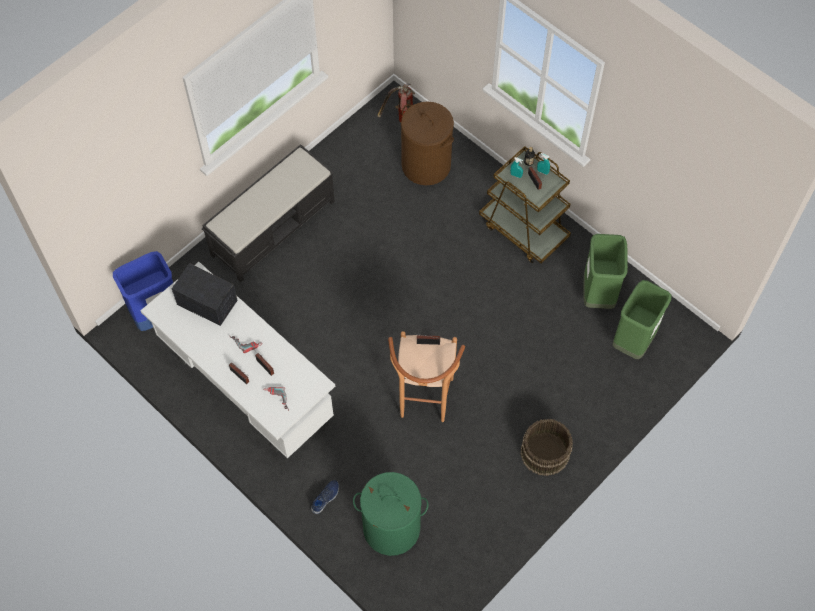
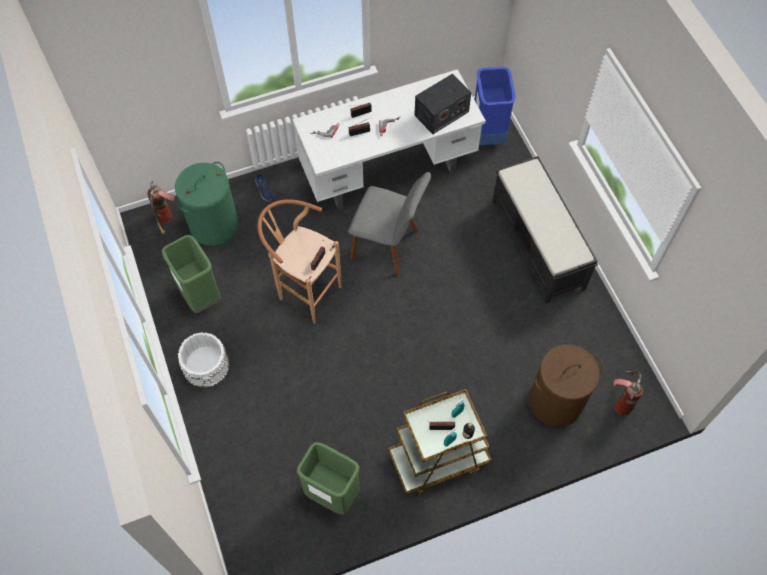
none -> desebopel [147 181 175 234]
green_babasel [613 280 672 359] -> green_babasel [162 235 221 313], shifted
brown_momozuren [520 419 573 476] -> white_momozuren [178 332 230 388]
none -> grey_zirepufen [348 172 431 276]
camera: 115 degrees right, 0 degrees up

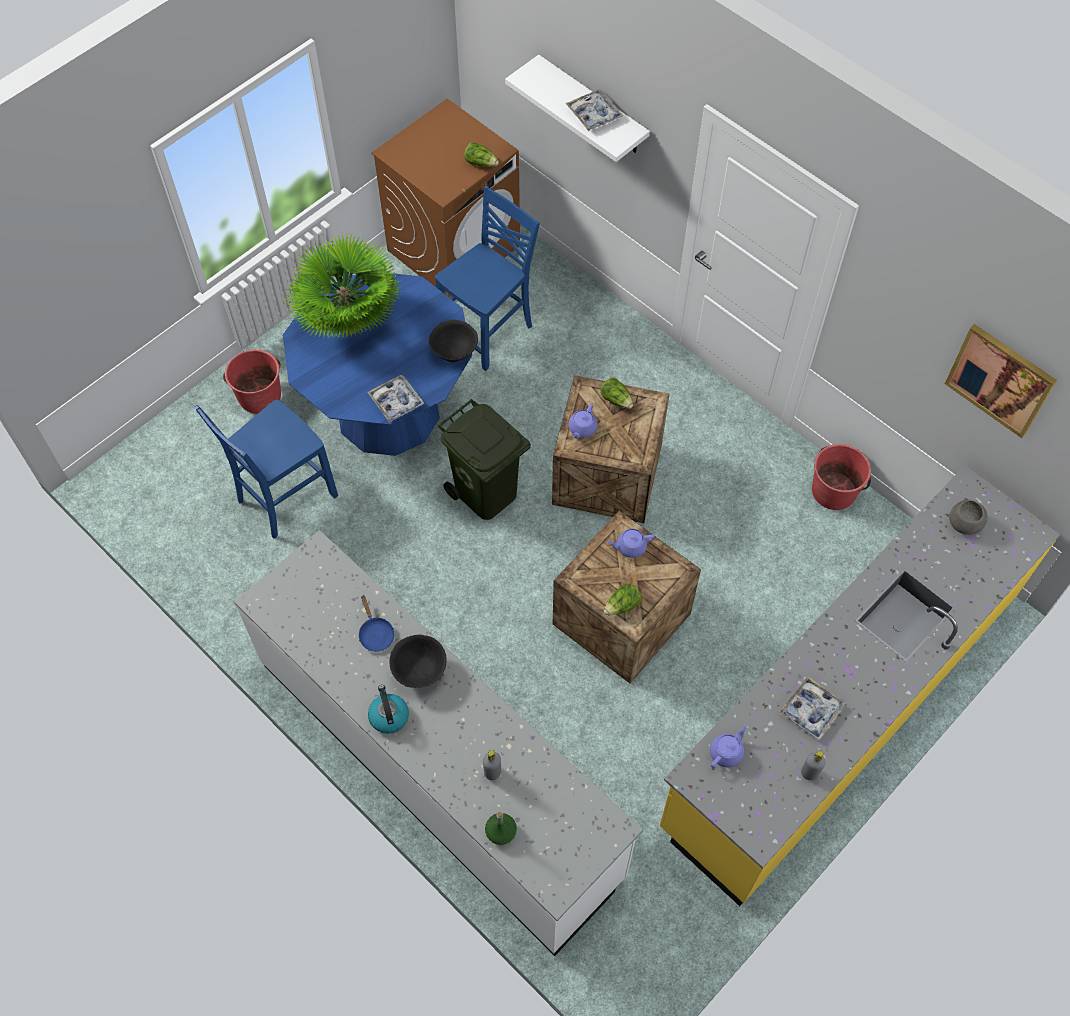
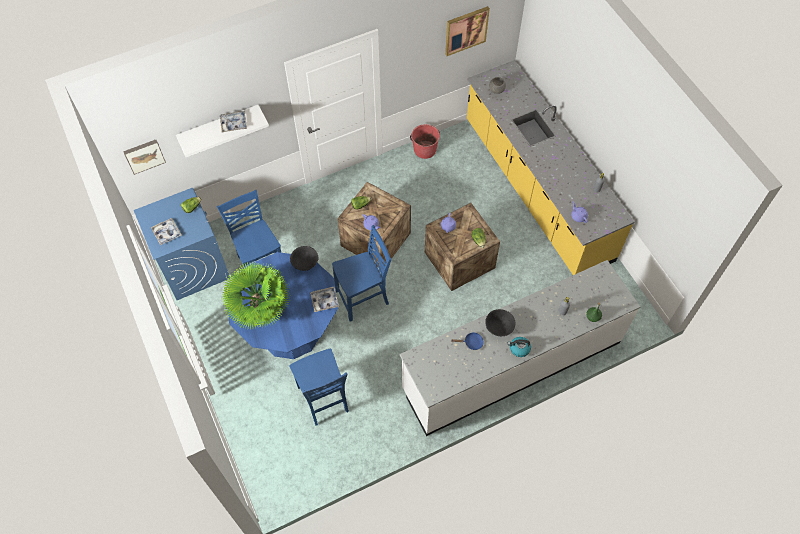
none -> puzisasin [123 140 166 175]
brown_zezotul [372 98 520 298] -> blue_zezotul [134 188 230 300]
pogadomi [780 676 845 741] -> pogadomi [151 218 182 246], shifted
green_babasel [438 399 531 520] -> blue_zirepufen [332 225 391 322]
red_momozuren [223 349 281 414] -> none
camera: 70 degrees left, 0 degrees up

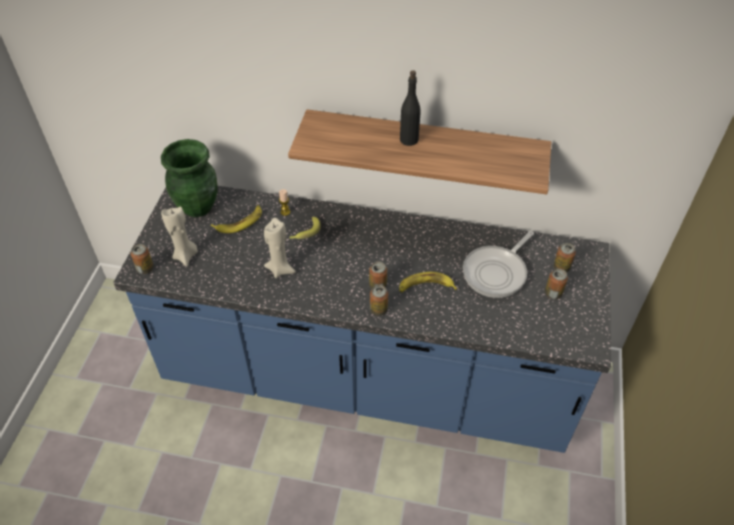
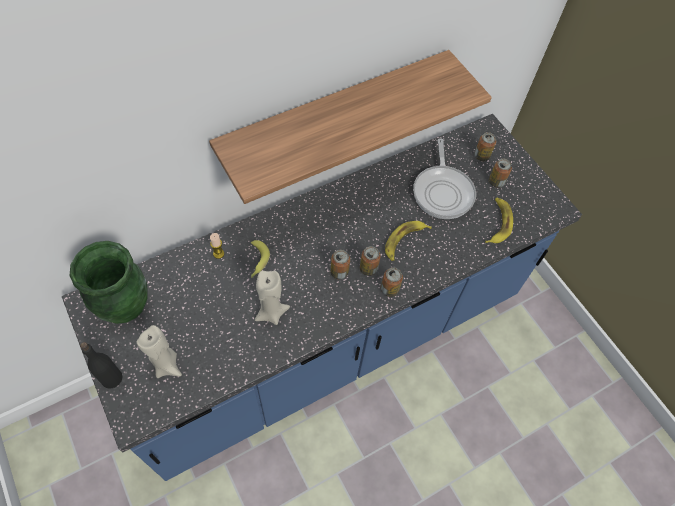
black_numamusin [400 70 421 146] -> black_numamusin [80 342 122 388], shifted
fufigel [131 244 154 274] -> fufigel [330 250 350 280], shifted
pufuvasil [211 205 262 233] -> pufuvasil [485 198 513 243], shifted
camera: 45 degrees left, 10 degrees up

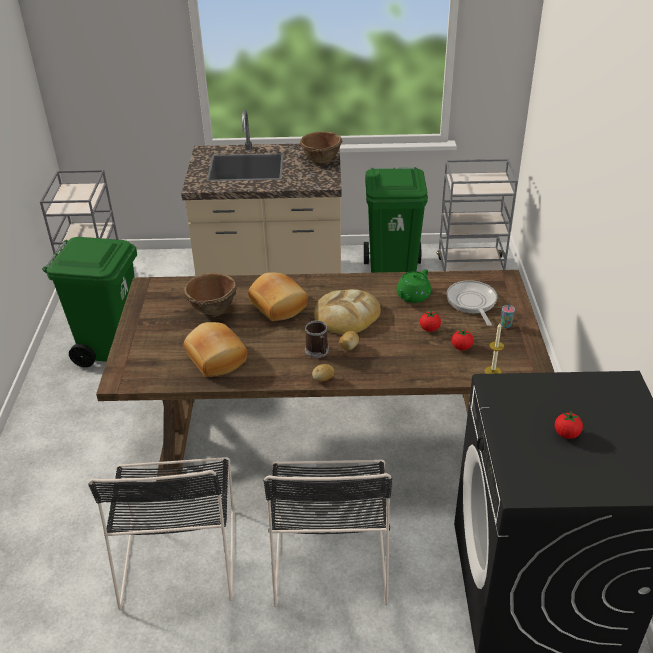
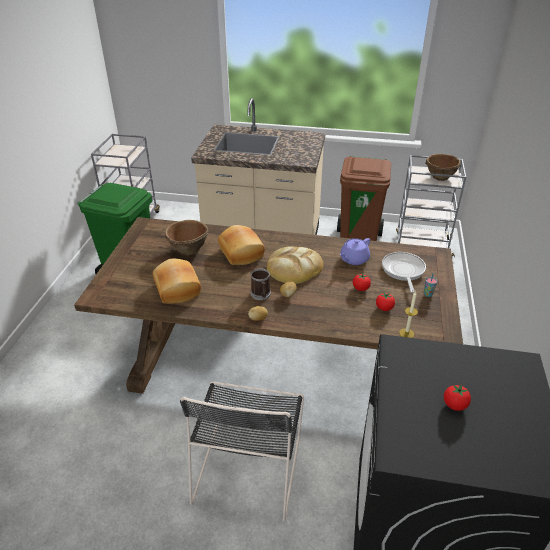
green_babasel [364 167 428 273] -> brown_babasel [337 156 391 241]
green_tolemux [396 269 431 303] -> purple_tolemux [340 238 370 265]
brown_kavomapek [299 132 343 165] -> brown_kavomapek [425 154 461 181], shifted
black_zirepufen [88 457 235 610] -> none
camera: 10 degrees right, 0 degrees up

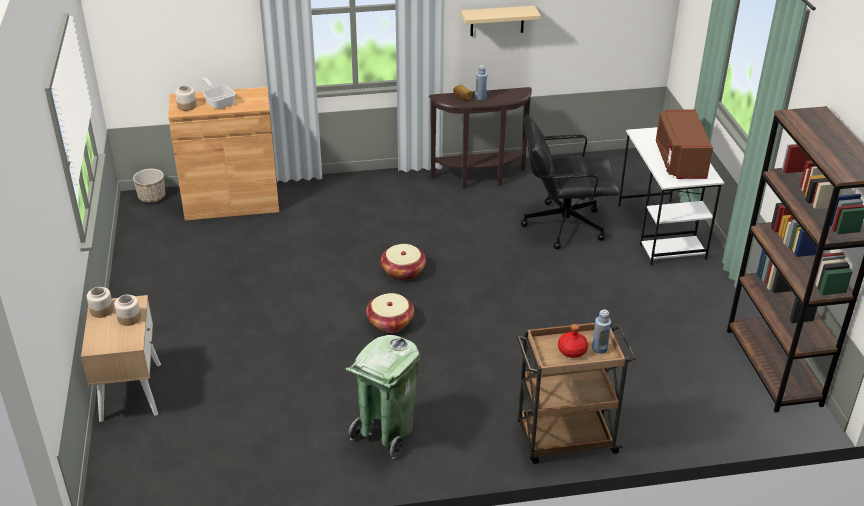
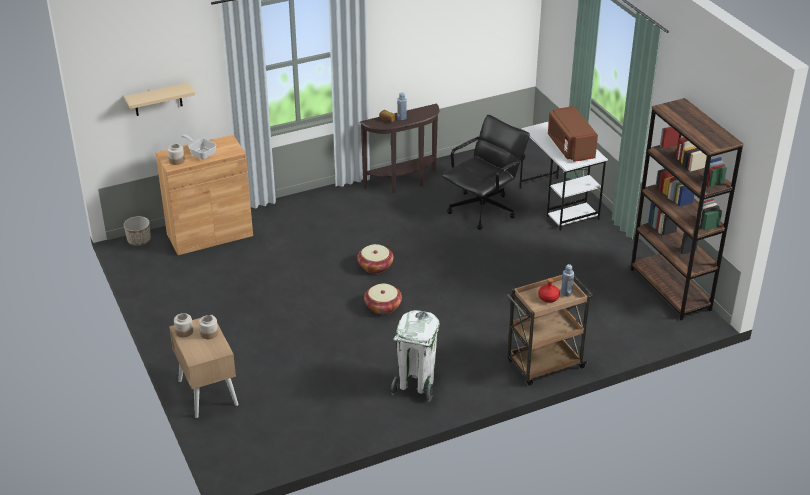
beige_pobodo [461 6 541 36] -> beige_pobodo [124 83 195 116], shifted
green_babasel [346 335 421 459] -> white_babasel [391 310 439 401]
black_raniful [521 115 619 249] -> black_raniful [442 115 530 230], 150 degrees clockwise
camera: 15 degrees left, 0 degrees up

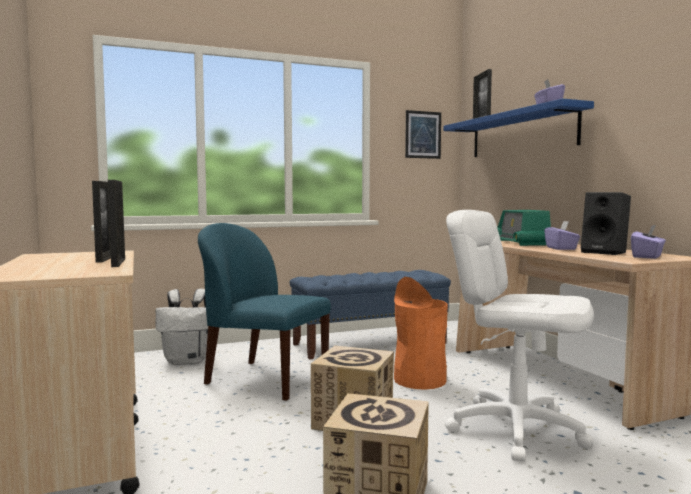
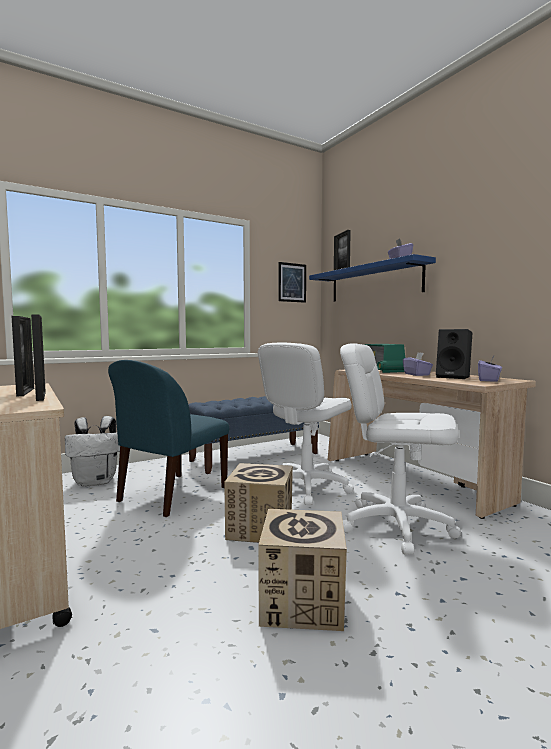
blue_zirepufen [198 223 331 401] -> blue_zirepufen [108 360 229 517], 75 degrees counterclockwise
orange_babasel [394 277 448 390] -> white_raniful [258 343 354 505]
camera: 10 degrees left, 0 degrees up

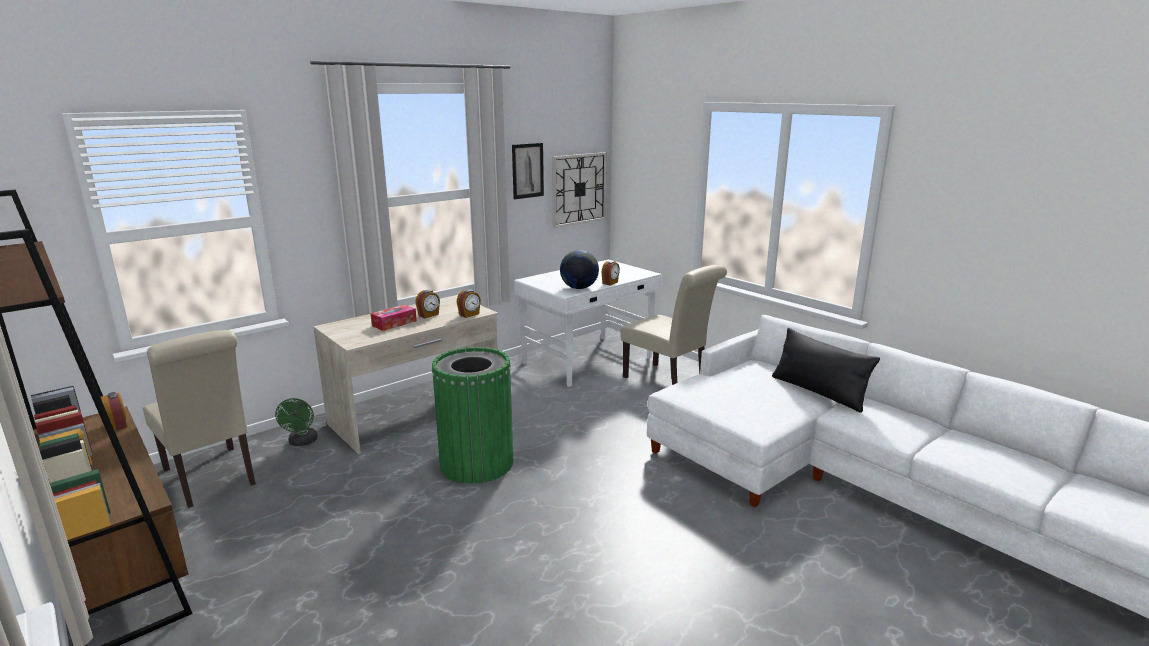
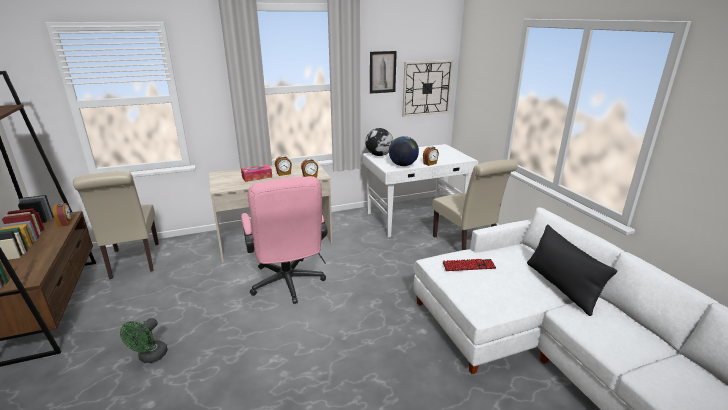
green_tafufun [275 398 318 446] -> green_tafufun [120 318 168 363], shifted
green_babasel [432 347 513 484] -> pink_raniful [241 176 328 304]
none -> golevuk [365 128 393 156]
none -> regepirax [442 259 496 271]
camera: 20 degrees right, 5 degrees up

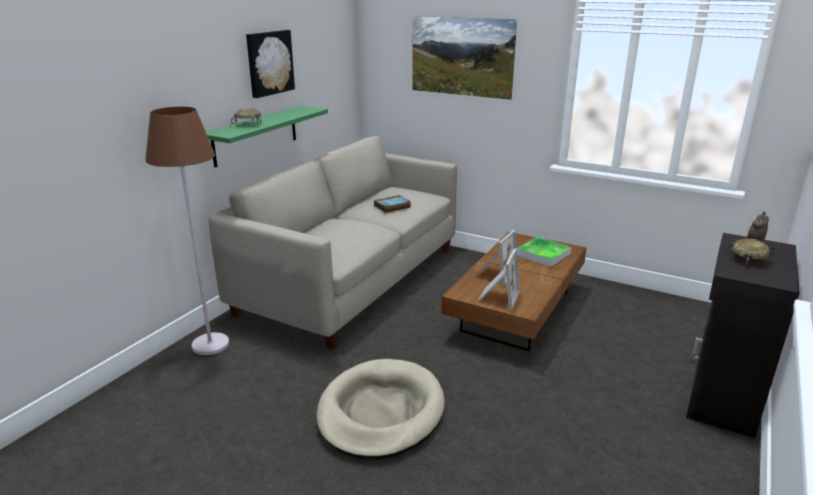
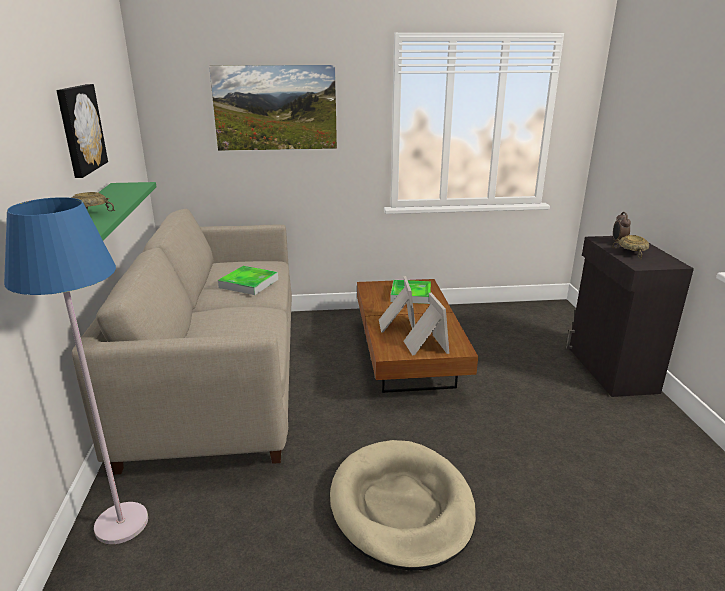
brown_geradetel [145 107 229 355] -> blue_geradetel [4 197 148 544]
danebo [374 195 411 213] -> pogadomi [218 266 278 295]
camera: 35 degrees left, 0 degrees up

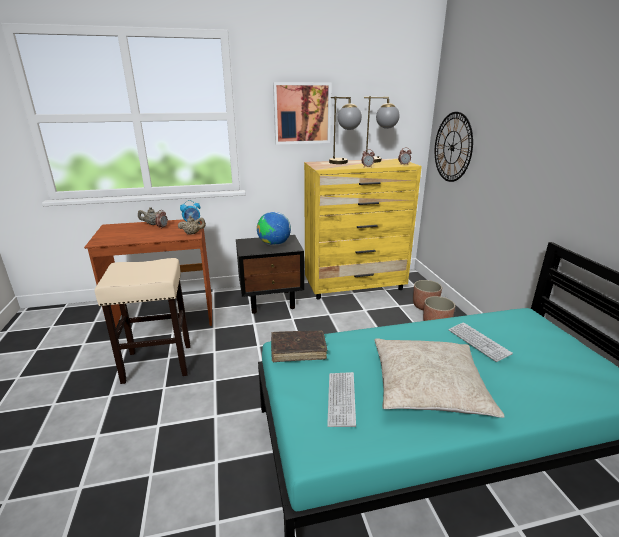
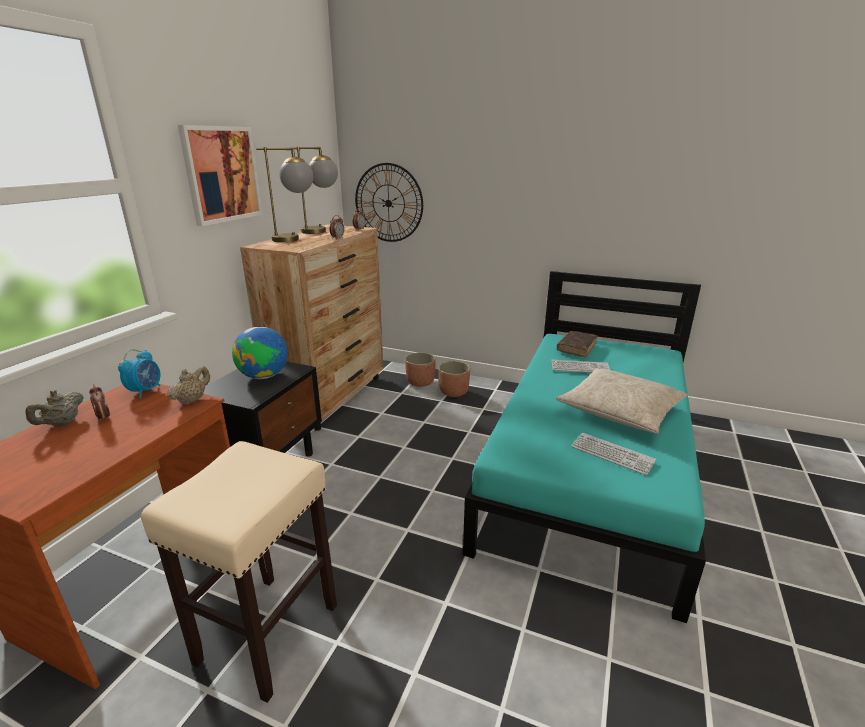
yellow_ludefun [304 158 422 300] -> brown_ludefun [240 225 384 431]
brown_danebo [271 330 327 362] -> brown_danebo [557 331 597 357], shifted
camera: 55 degrees left, 0 degrees up

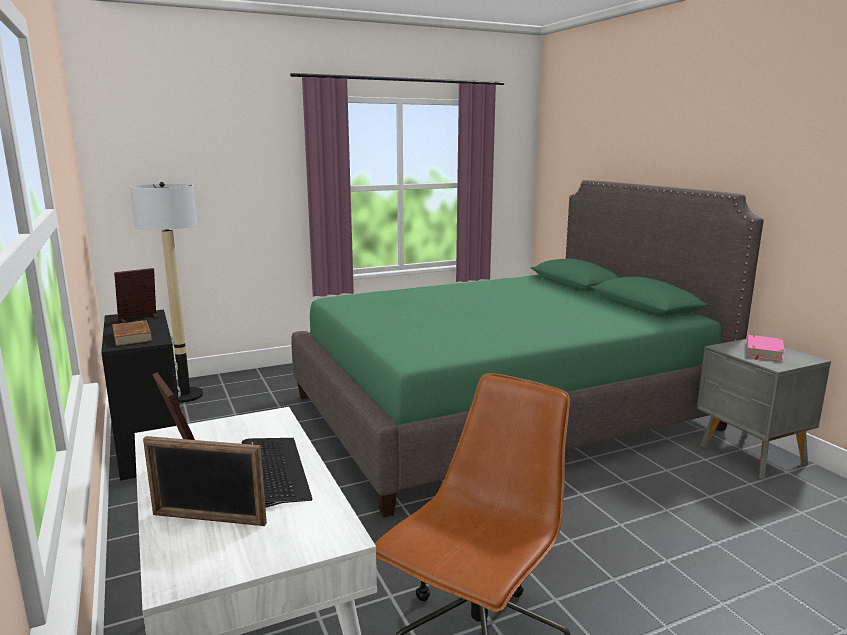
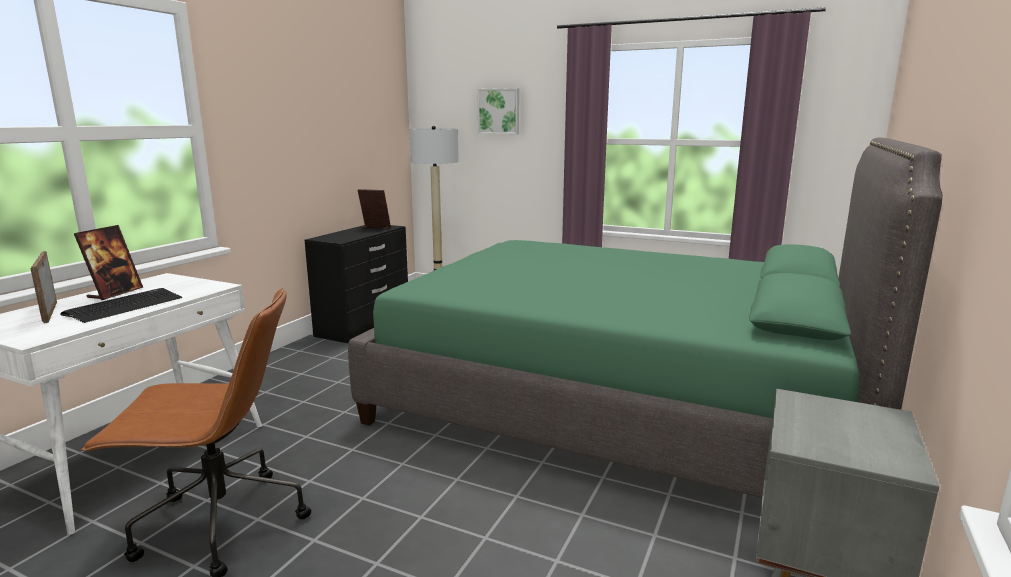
none -> puzisasin [478 88 519 134]
brown_danebo [112 320 152 346] -> none
pink_danebo [747 335 785 361] -> none
camera: 50 degrees right, 0 degrees up

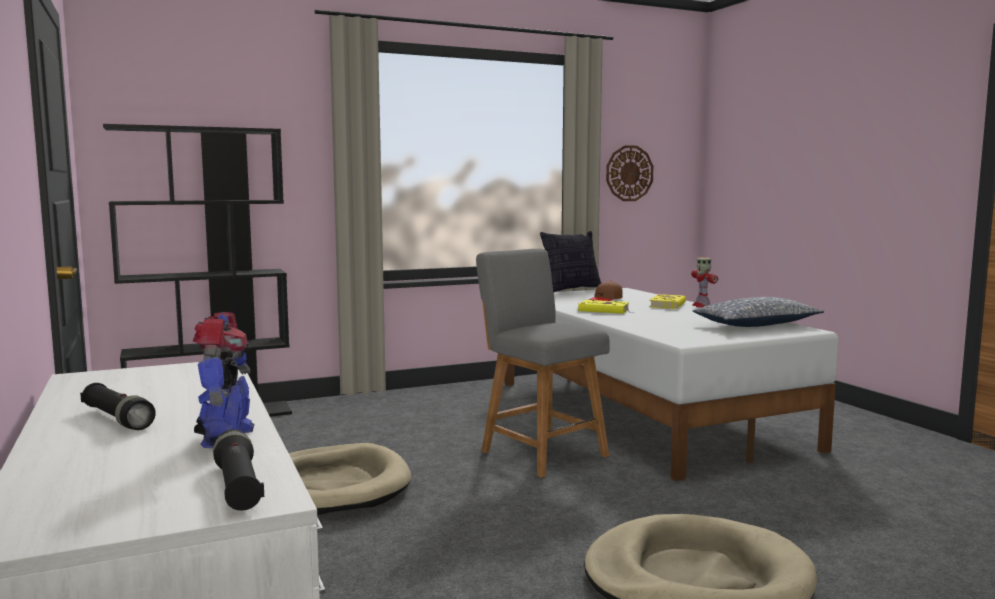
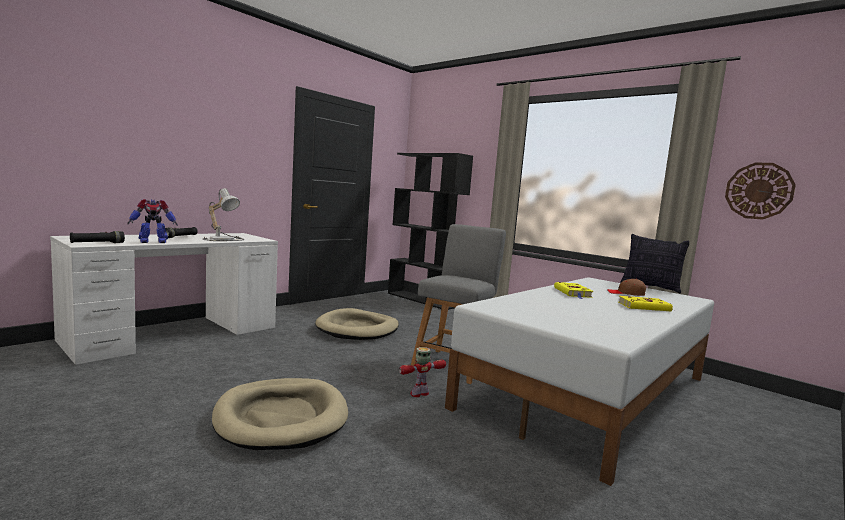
none -> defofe [203 188 244 241]
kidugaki [691 257 718 308] -> kidugaki [399 347 446 397], shifted
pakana [693 297 824 327] -> none
camera: 65 degrees right, 0 degrees up

